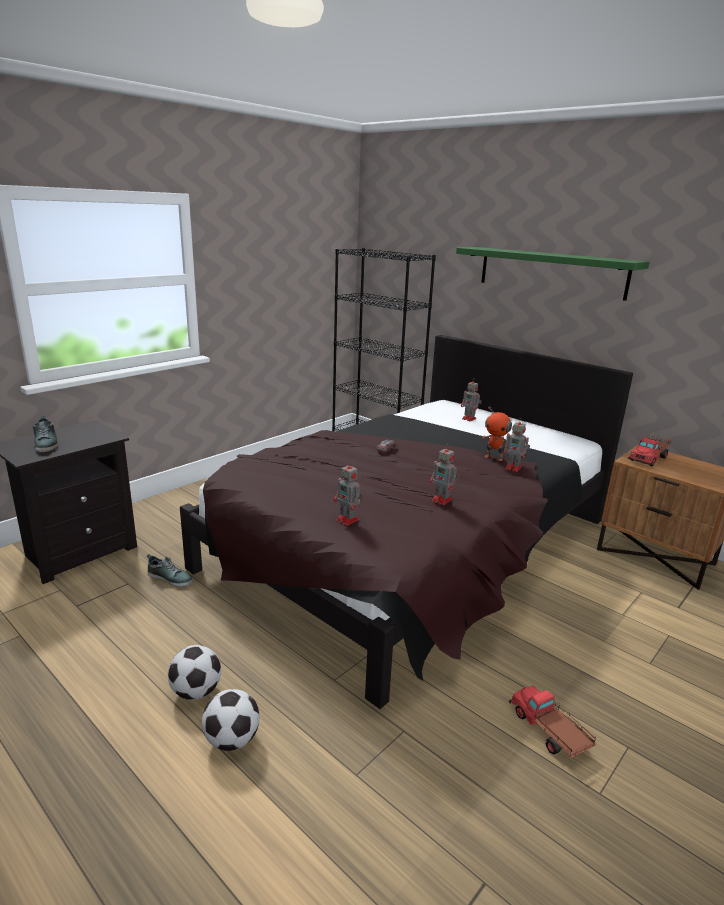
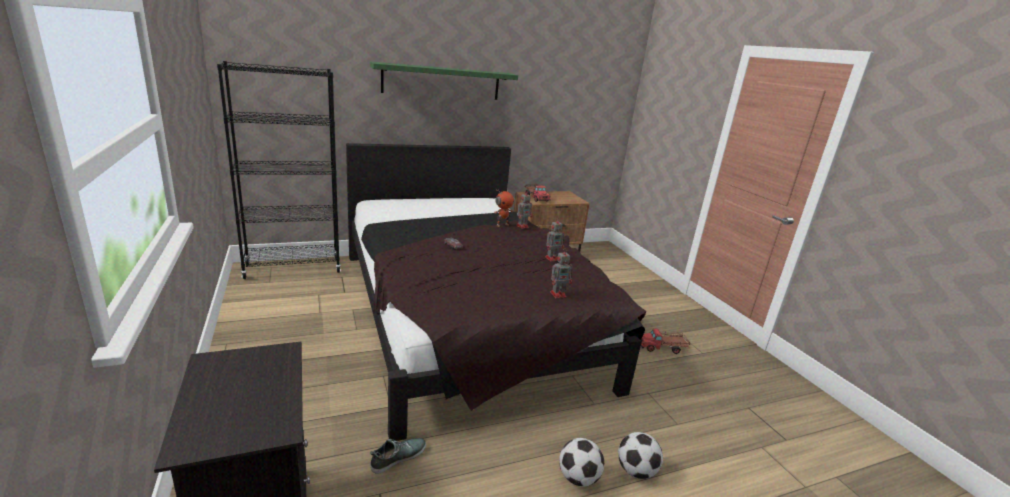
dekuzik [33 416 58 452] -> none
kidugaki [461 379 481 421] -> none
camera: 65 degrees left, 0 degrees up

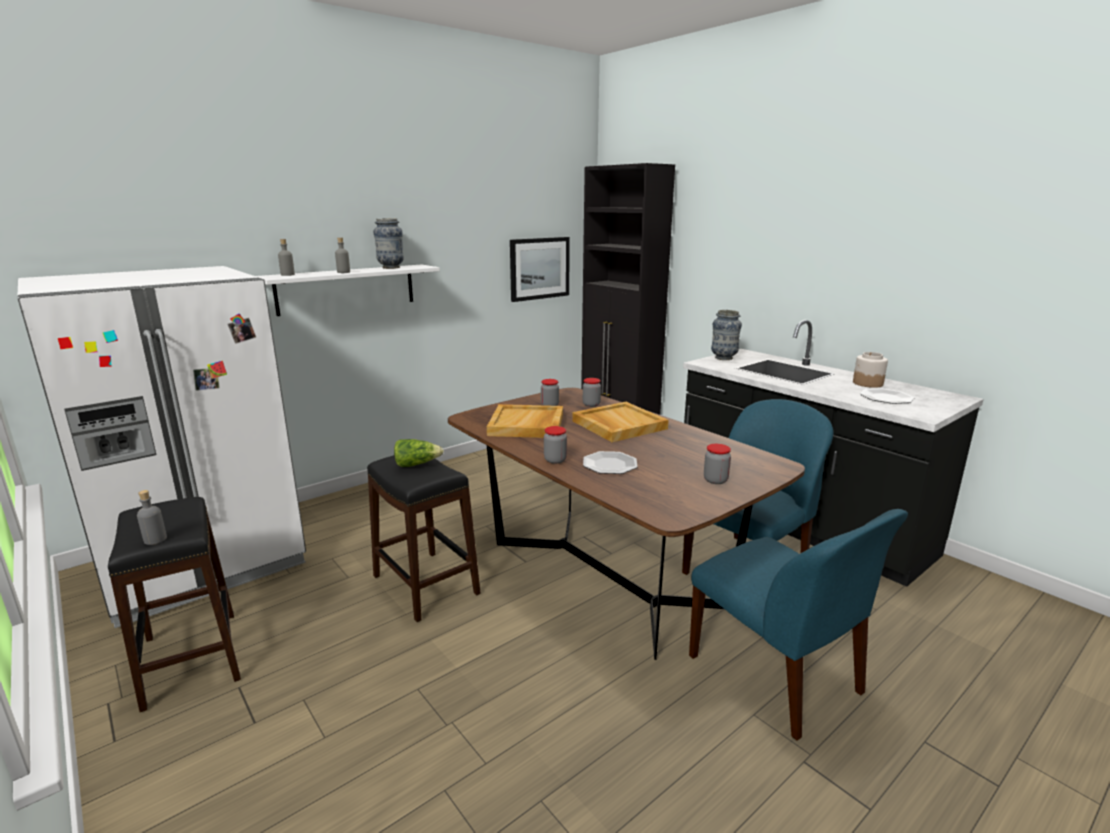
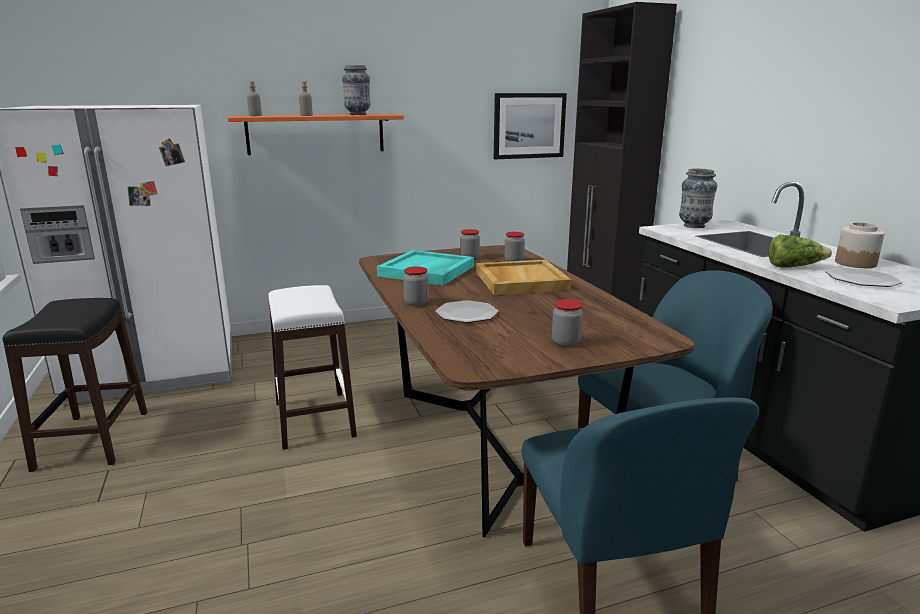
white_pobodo [256 264 440 316] -> orange_pobodo [228 114 404 155]
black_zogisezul [367 455 481 622] -> white_zogisezul [268 285 357 450]
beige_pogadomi [487 404 563 438] -> turquoise_pogadomi [377 250 474 285]
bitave [394 439 444 467] -> bitave [769 234 832 268], shifted
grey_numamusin [137 490 167 545] -> none
camera: 20 degrees right, 0 degrees up

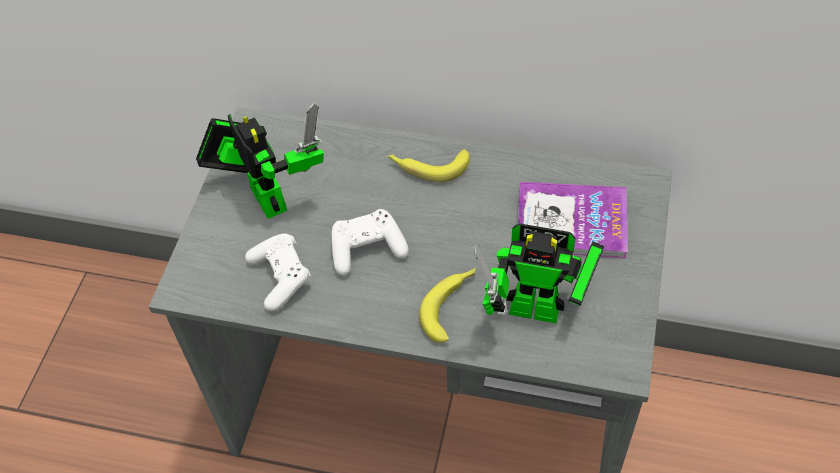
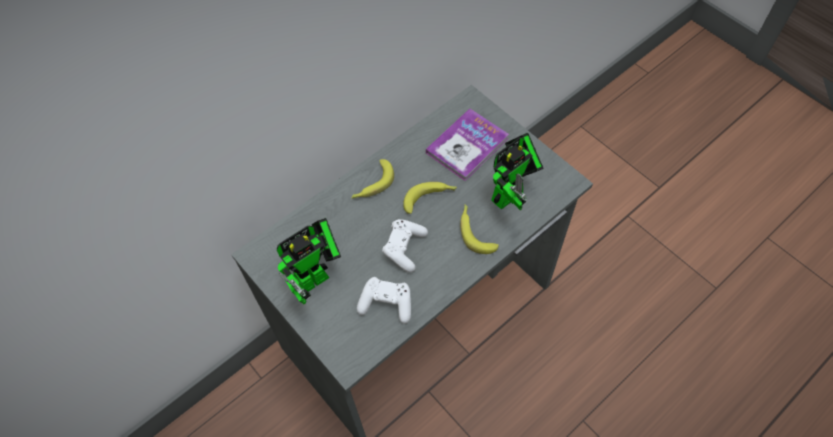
kidugaki [196 103 324 219] -> kidugaki [276 218 341 304], 135 degrees clockwise
none -> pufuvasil [403 182 457 214]
camera: 55 degrees left, 5 degrees up

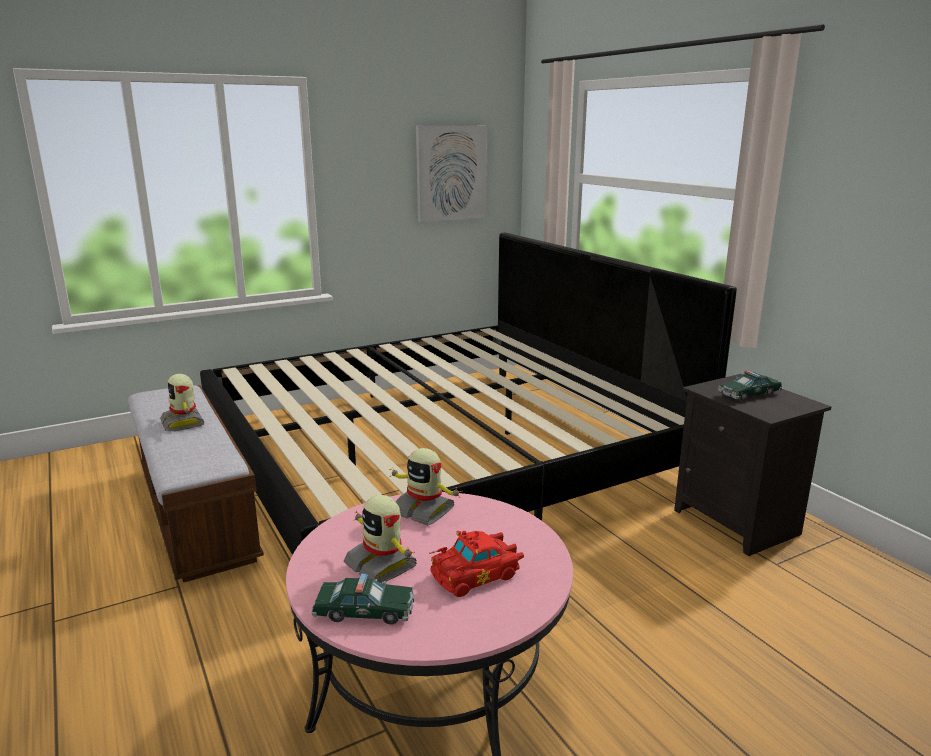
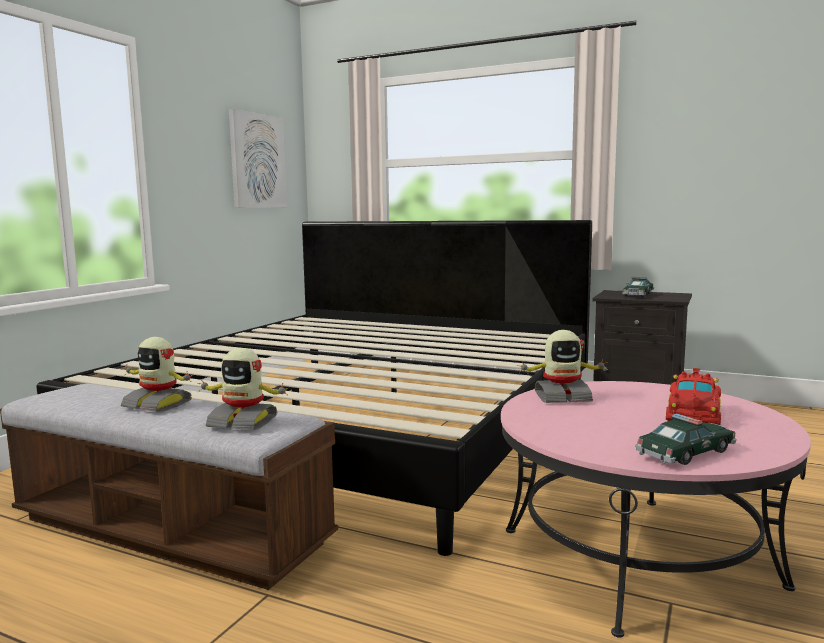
kidugaki [344 495 417 583] -> kidugaki [198 348 290 430], shifted
camera: 35 degrees left, 10 degrees down

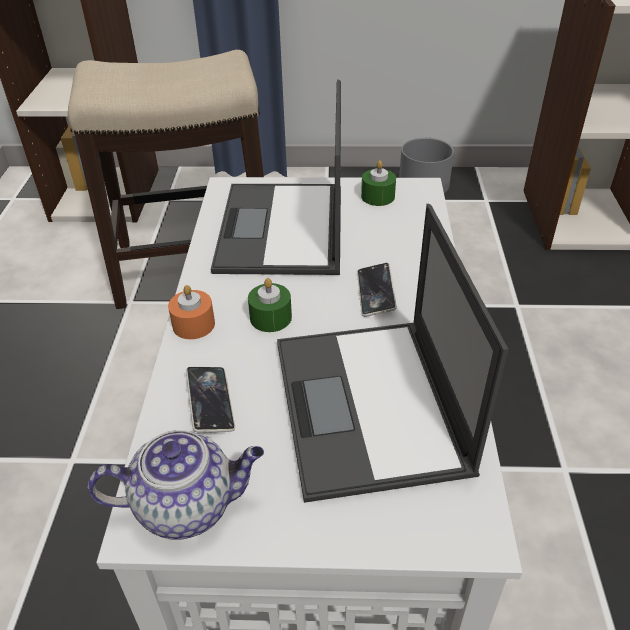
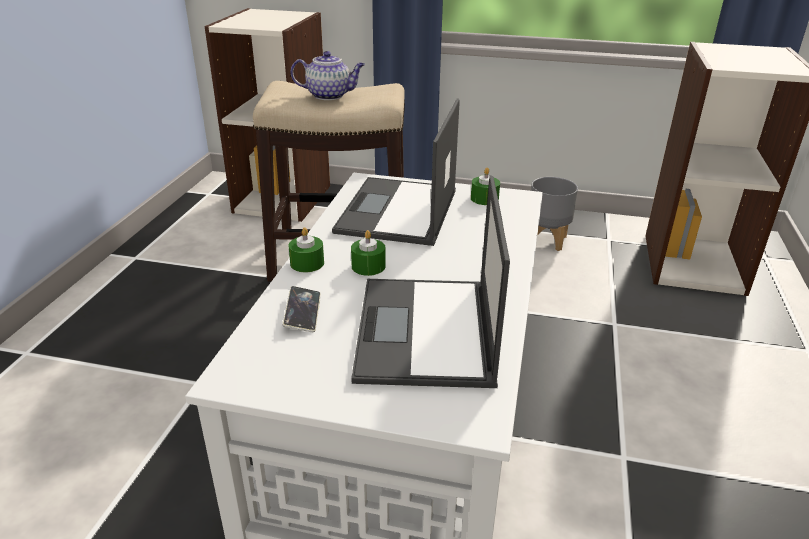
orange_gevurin [168 285 215 339] -> green_gevurin [288 228 324 272]
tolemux [88 430 264 540] -> tolemux [291 51 365 100], shifted
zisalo [357 263 397 317] -> none
camera: 10 degrees right, 10 degrees down

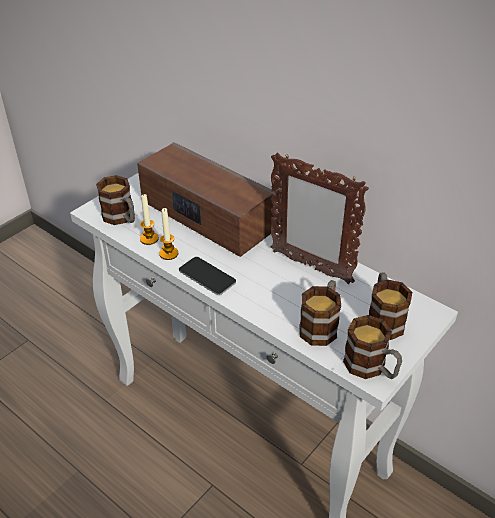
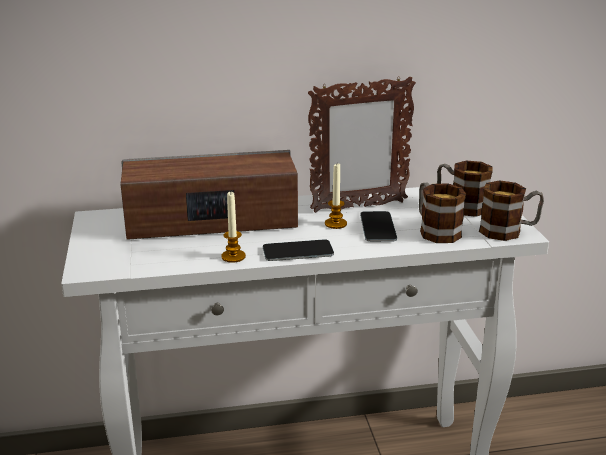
gevurin [140 194 159 245] -> gevurin [325 164 347 229], shifted
none -> zisalo [360 211 397 242]
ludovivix [96 175 135 225] -> none
camera: 50 degrees left, 15 degrees down

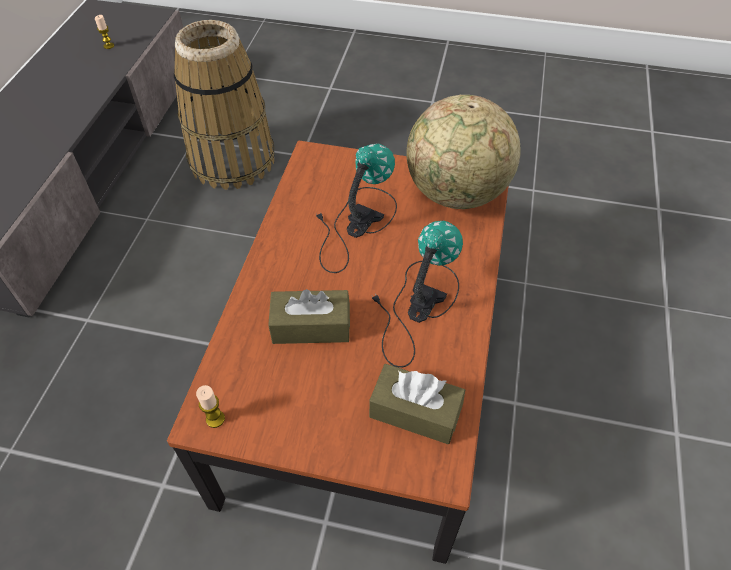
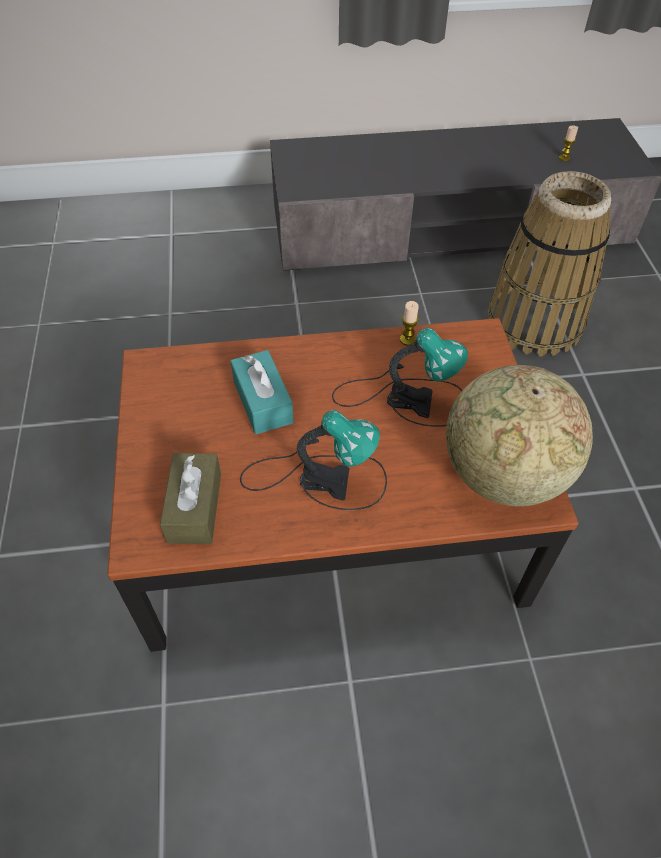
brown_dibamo [268 289 350 344] -> turquoise_dibamo [231 350 294 434]
gevurin [196 385 225 428] -> gevurin [400 301 419 346], shifted
camera: 70 degrees right, 0 degrees up

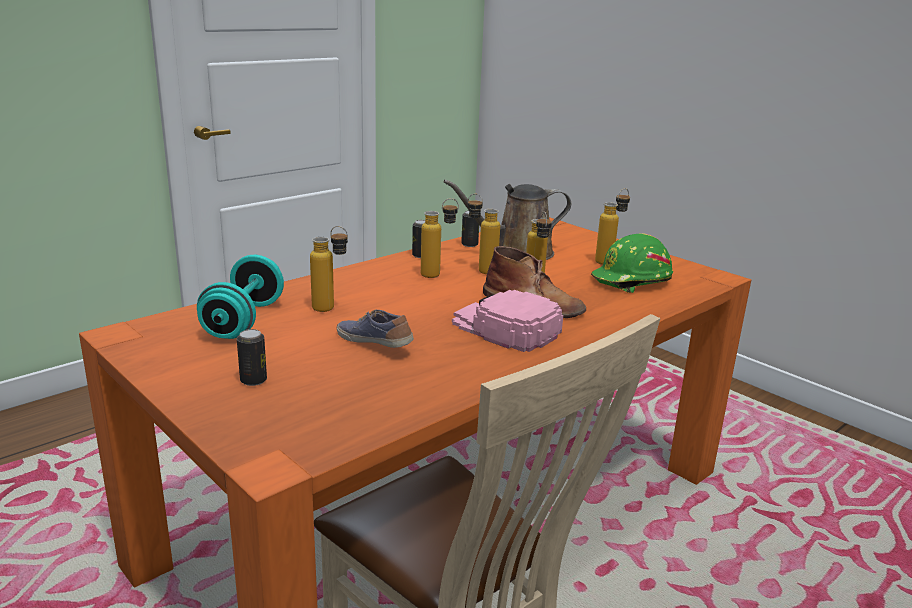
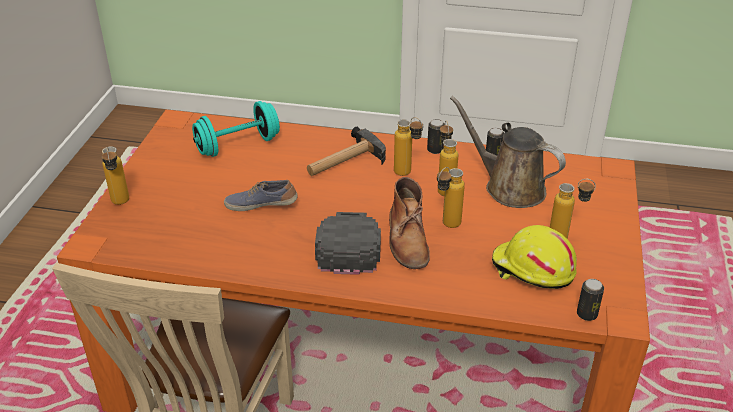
numamusin [310 226 348 312] -> numamusin [102 146 129 205], shifted
dekuzik [337 310 414 348] -> dekuzik [224 180 298 211], 90 degrees counterclockwise
none -> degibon [307 127 386 176]
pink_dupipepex [452 290 563 352] -> black_dupipepex [315 212 381 275]
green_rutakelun [591 233 673 293] -> yellow_rutakelun [492 225 577 289]
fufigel [237 329 267 386] -> fufigel [577 279 604 321], shifted
camera: 55 degrees right, 15 degrees up

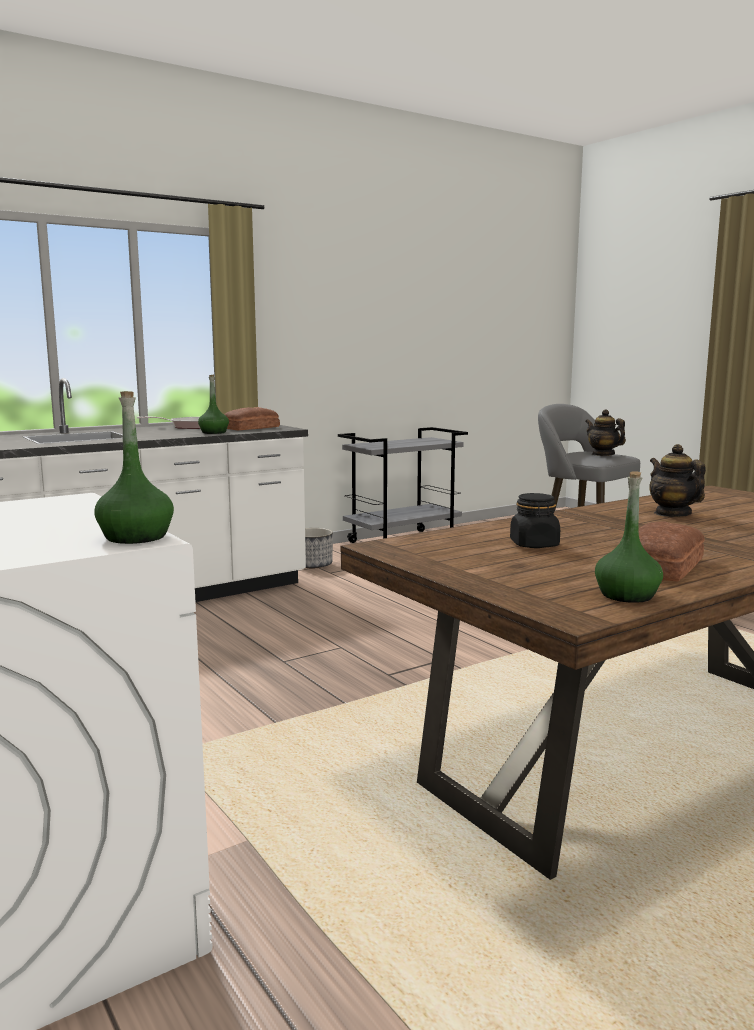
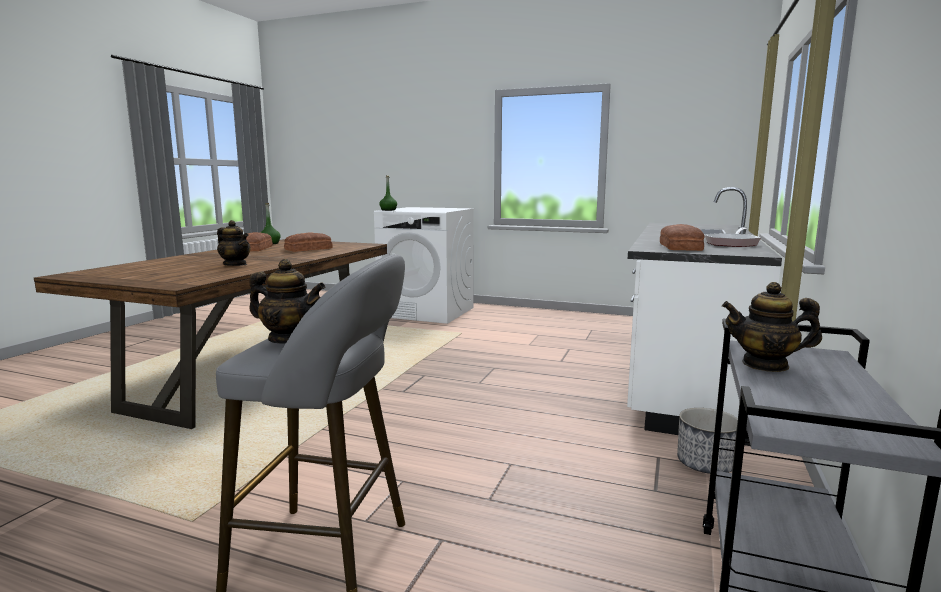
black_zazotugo [510 493 560 548] -> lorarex [284 233 333 252]
none -> tolemux [722 282 822 372]
green_numamusin [198 374 229 434] -> none
camera: 145 degrees right, 0 degrees up

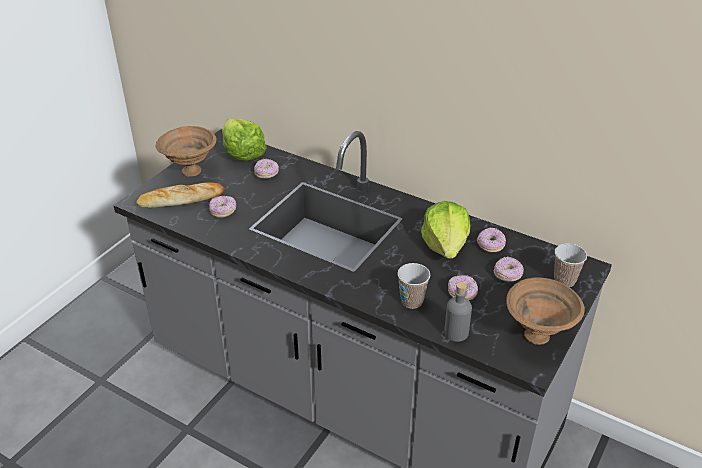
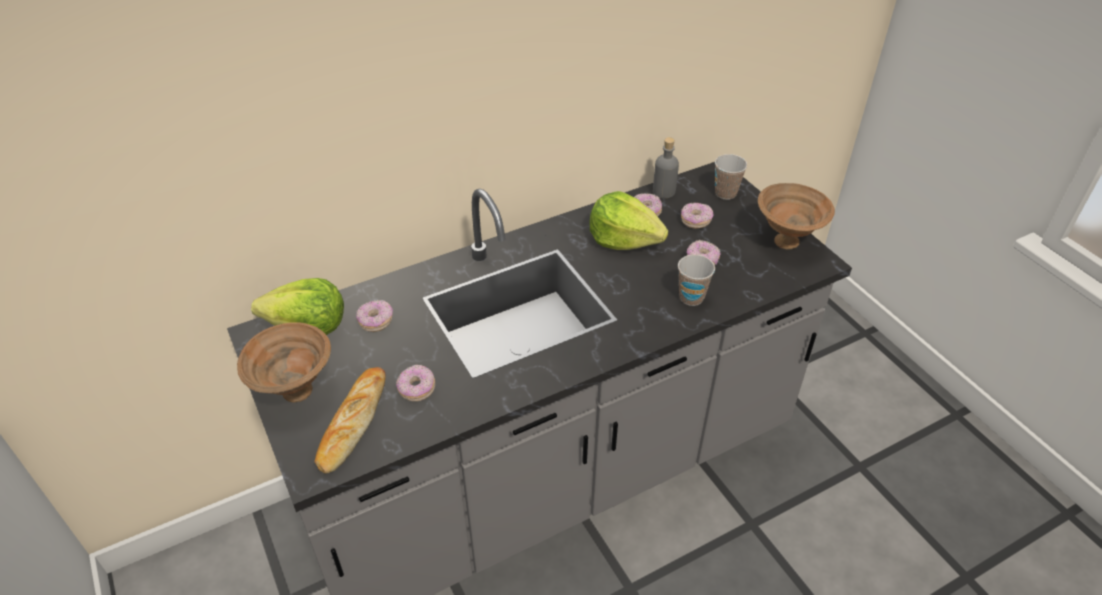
grey_numamusin [444 282 472 342] -> grey_numamusin [653 137 679 198], shifted
camera: 60 degrees left, 5 degrees up

